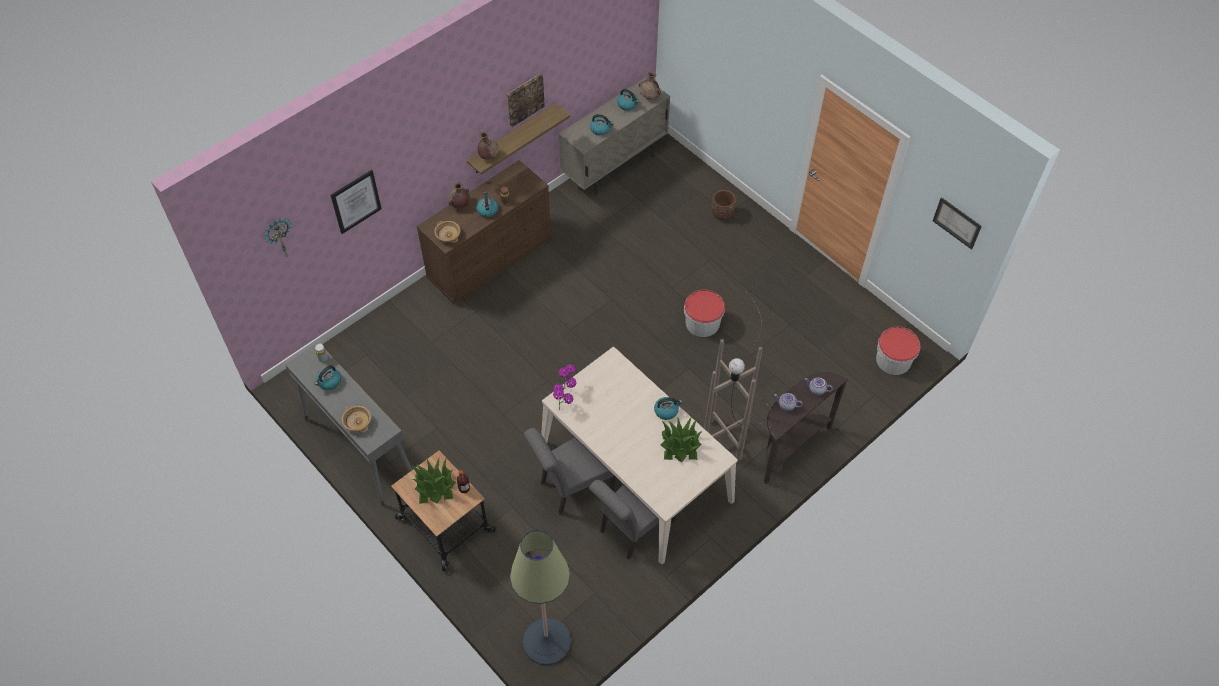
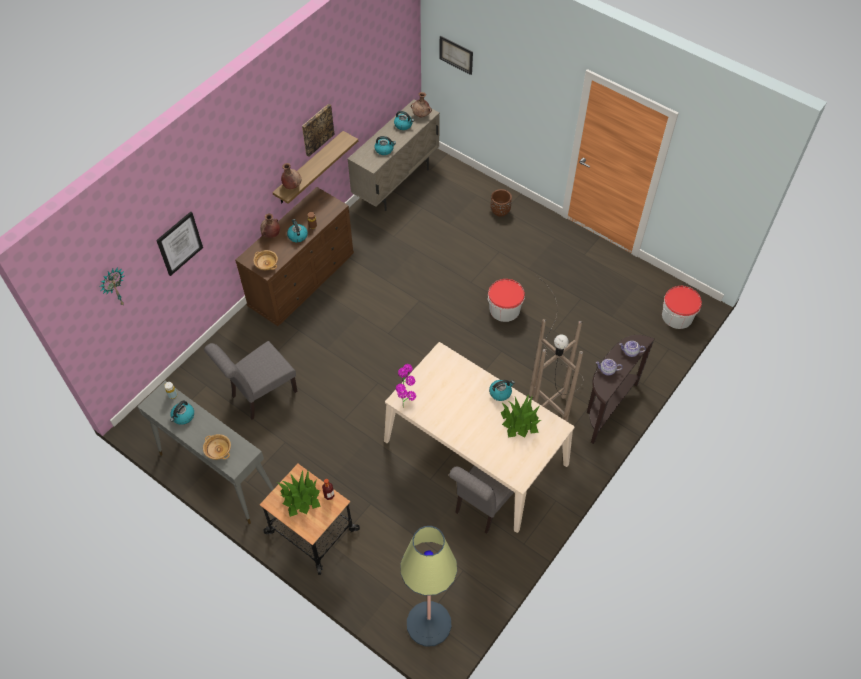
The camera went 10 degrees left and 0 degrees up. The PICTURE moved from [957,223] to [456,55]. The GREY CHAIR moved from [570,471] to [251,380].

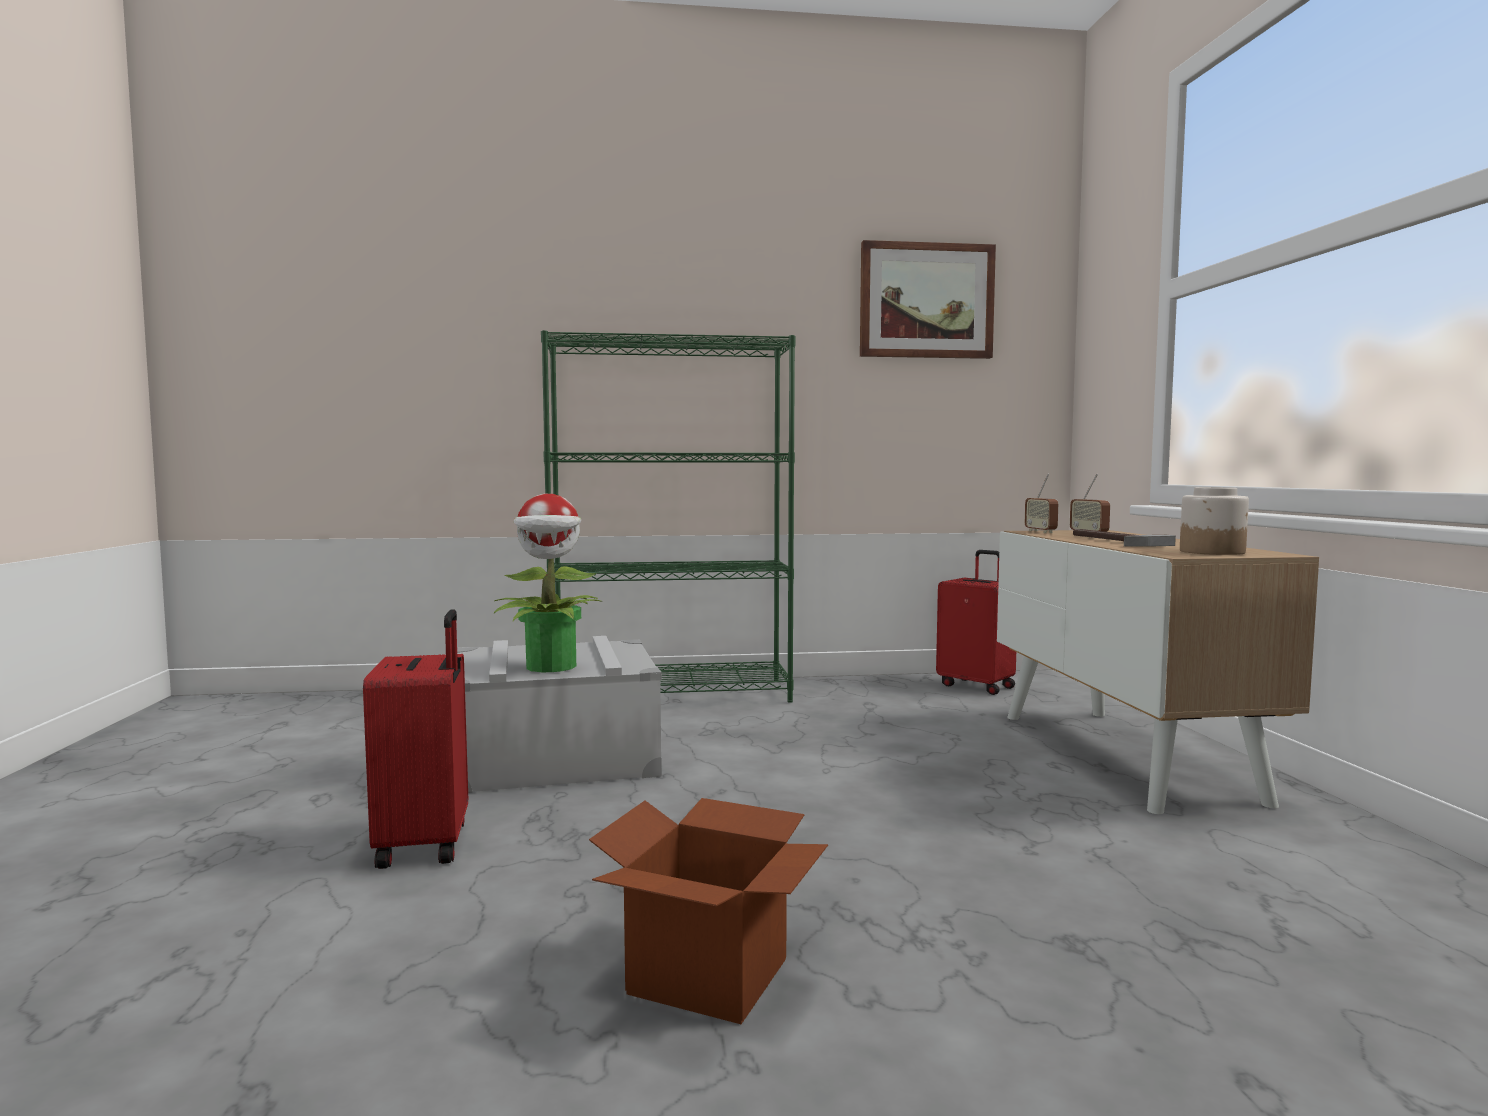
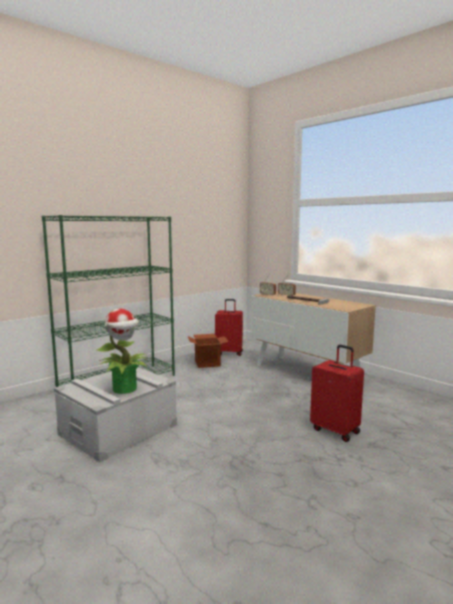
The camera went 35 degrees left and 5 degrees up. The PICTURE at [928,299] disappeared. The JAR at [1214,521] disappeared. The RED SUITCASE moved from [415,739] to [337,393]. The CARDBOARD BOX moved from [708,911] to [208,351].

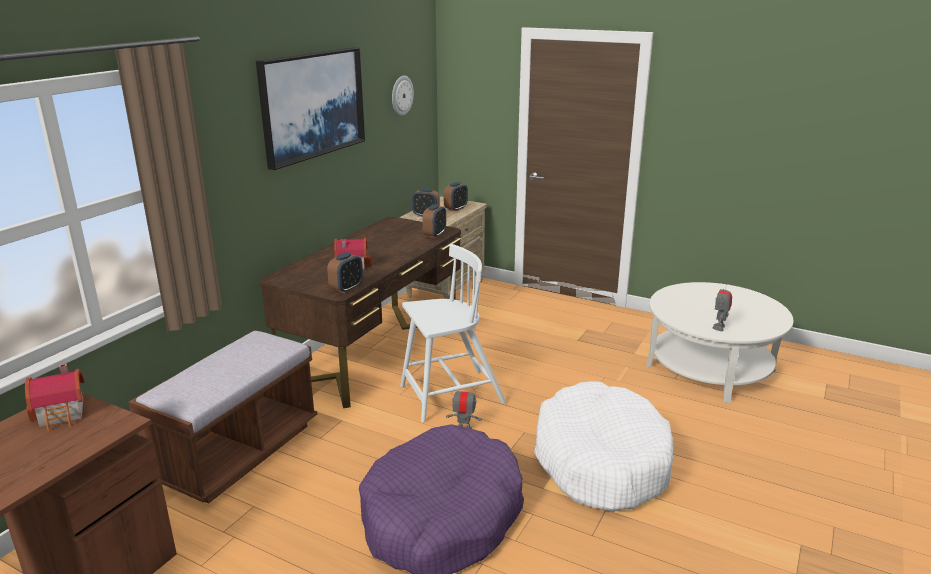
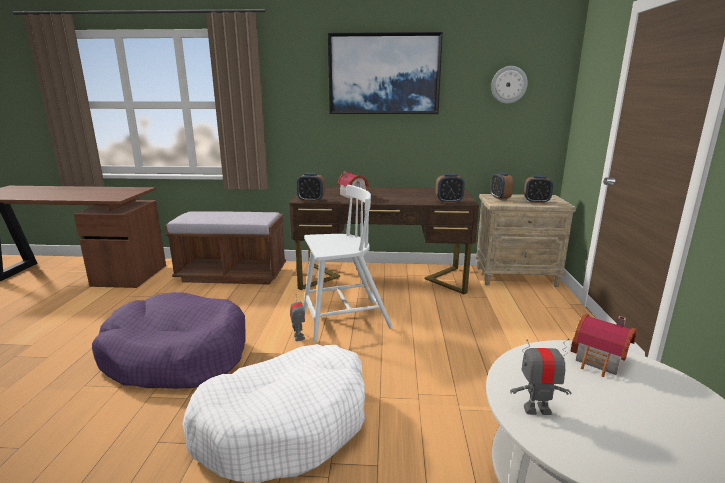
The camera went 65 degrees right and 5 degrees down. The WHITE CHAIR at [453,333] turned 60 degrees counterclockwise. The TOY HOUSE moved from [54,397] to [604,345].

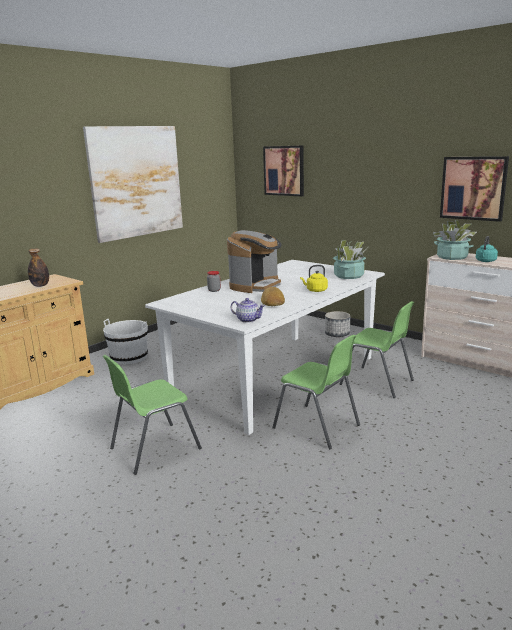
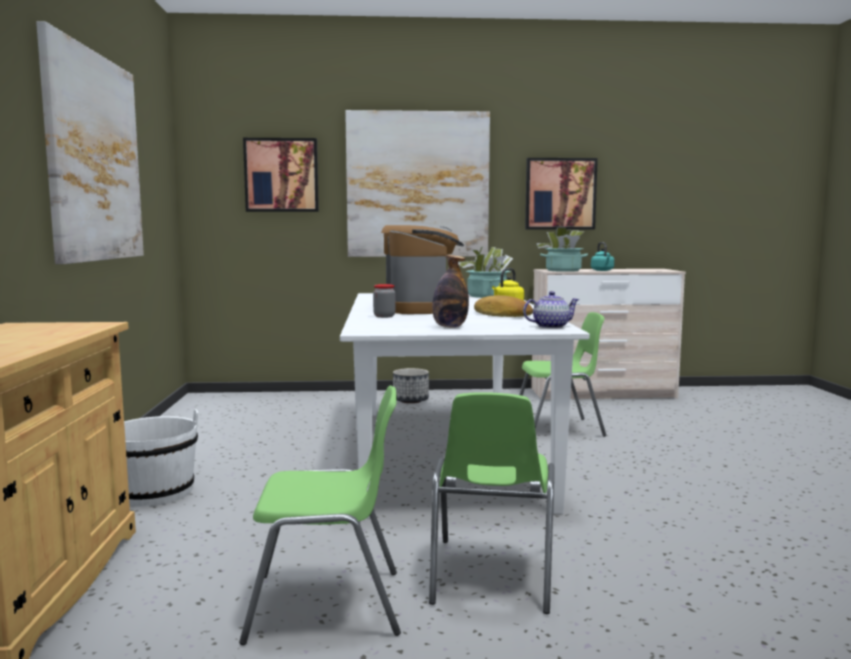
The camera went 45 degrees left and 10 degrees down. The BOTTLE moved from [38,268] to [450,291]. The GREEN CHAIR moved from [316,392] to [320,515]. The PICTURE at [417,183] appeared.

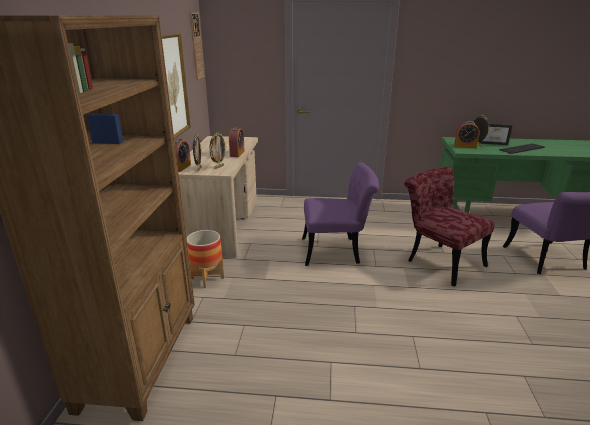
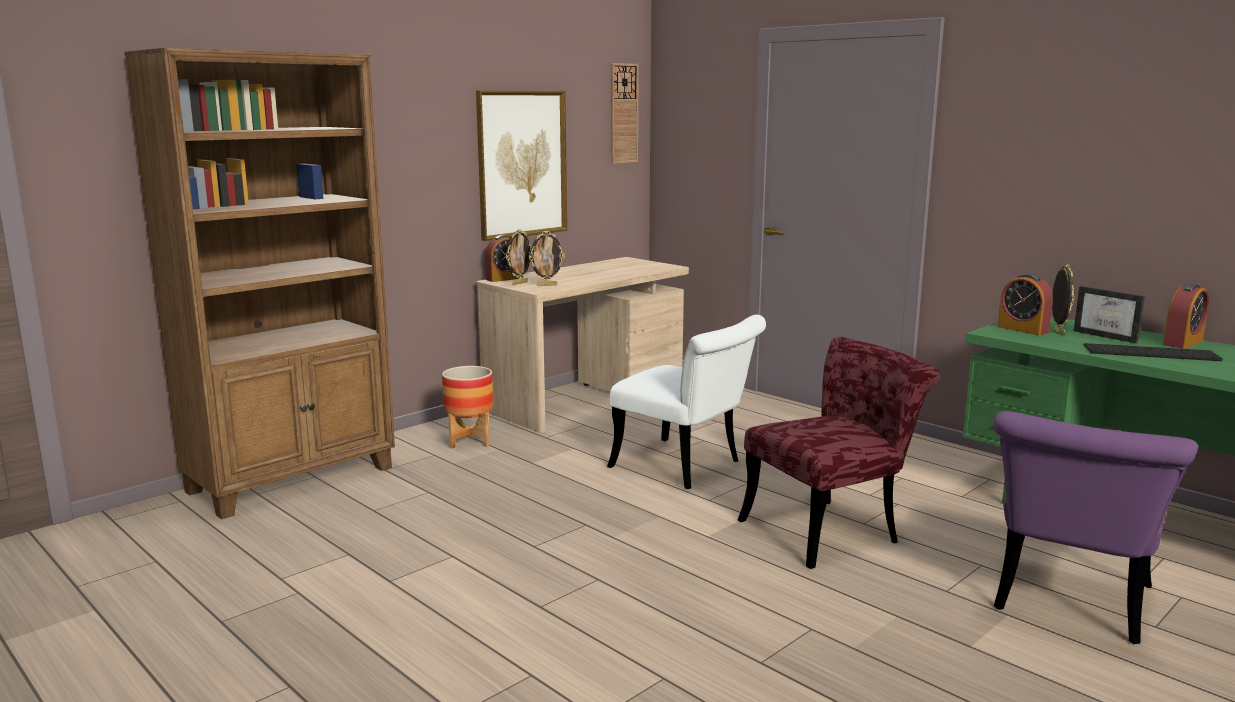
The camera went 40 degrees right and 10 degrees down. The ALARM CLOCK moved from [237,142] to [1186,316]. The PURPLE CHAIR at [340,214] became the WHITE CHAIR at [686,402]. The RED CHAIR at [449,226] turned 60 degrees clockwise.

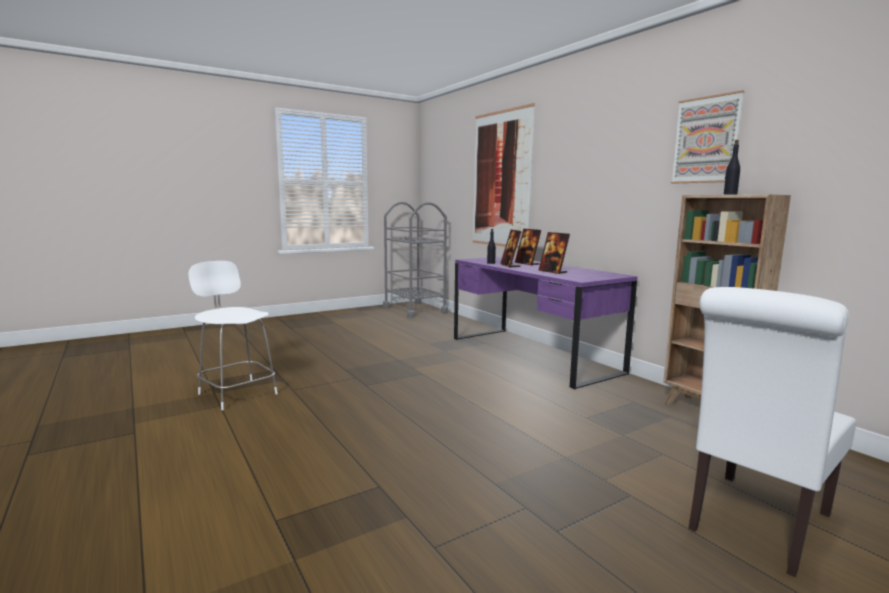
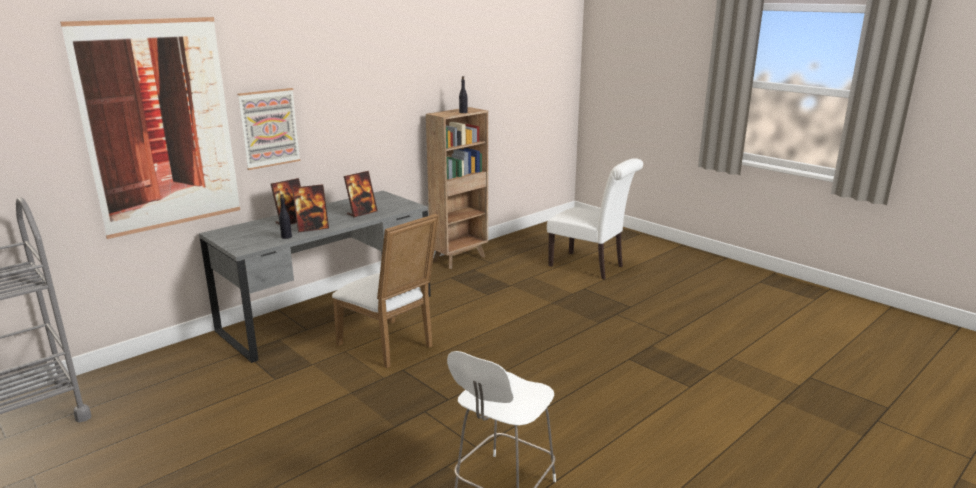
The camera went 100 degrees left and 10 degrees up. The PICTURE moved from [707,137] to [269,129]. The PURPLE DESK at [546,323] became the GREY DESK at [315,277]. The WHITE CHAIR at [385,291] appeared.

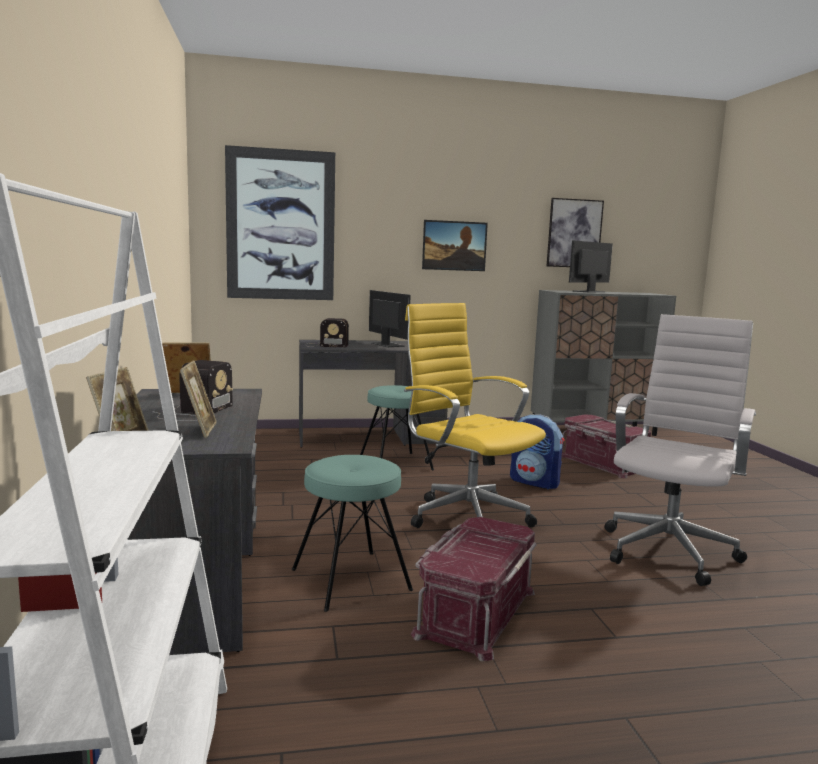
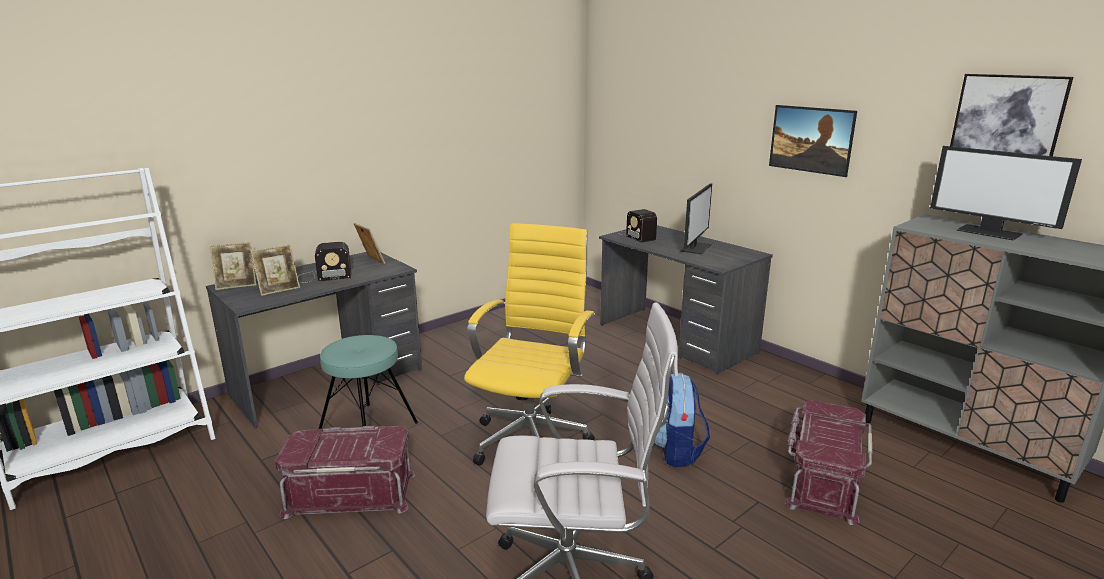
The camera went 60 degrees right and 10 degrees up. The PICTURE at [280,222] disappeared. The MONITOR at [591,266] turned 150 degrees counterclockwise. The TURQUOISE STOOL at [397,427] disappeared.

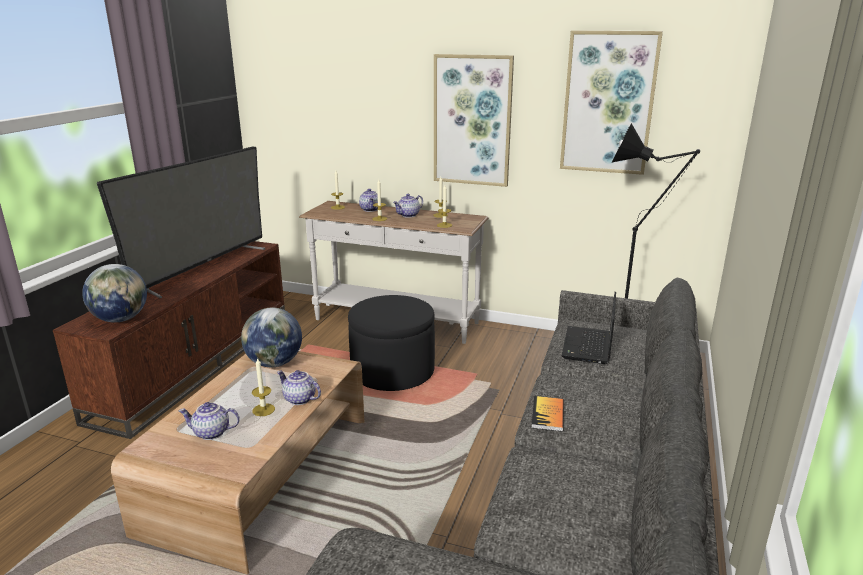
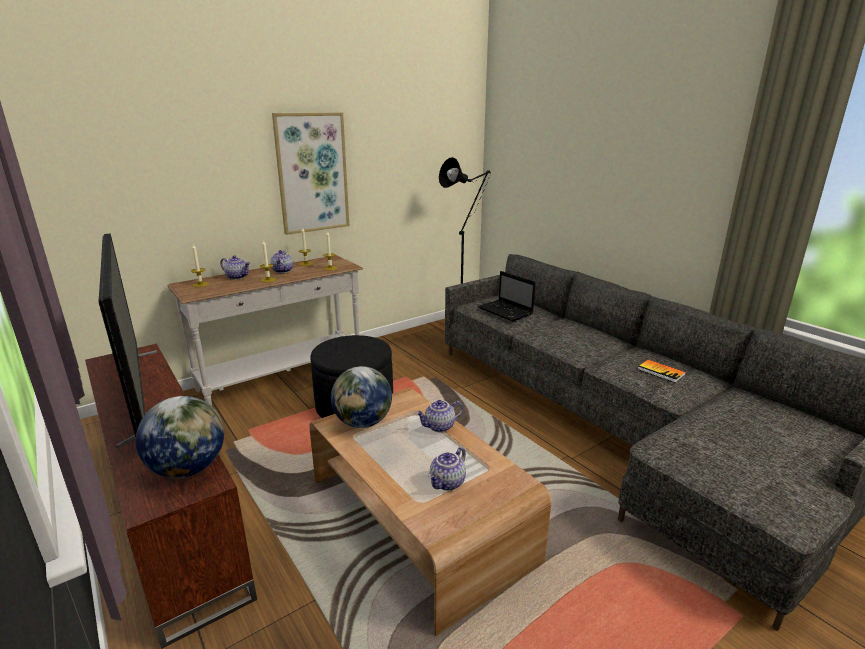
The camera went 55 degrees left and 0 degrees up. The PICTURE at [611,103] disappeared. The CANDLE at [263,386] disappeared. The BOOK moved from [547,414] to [662,371].

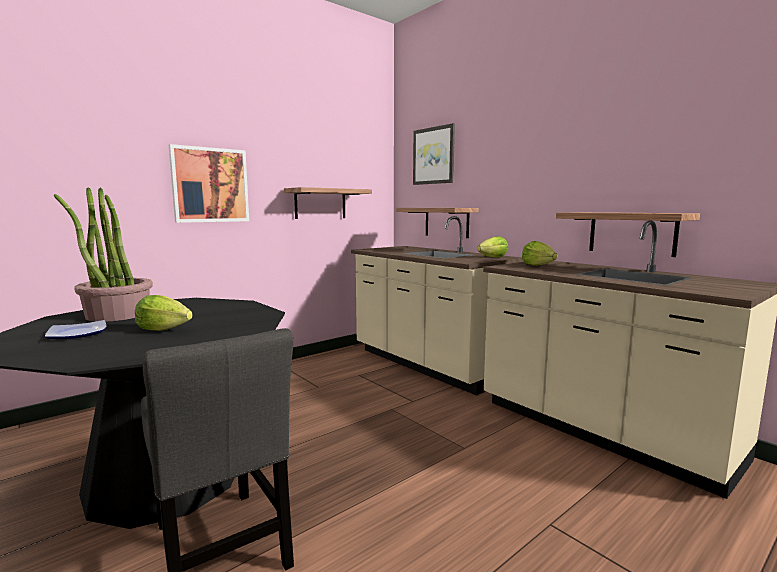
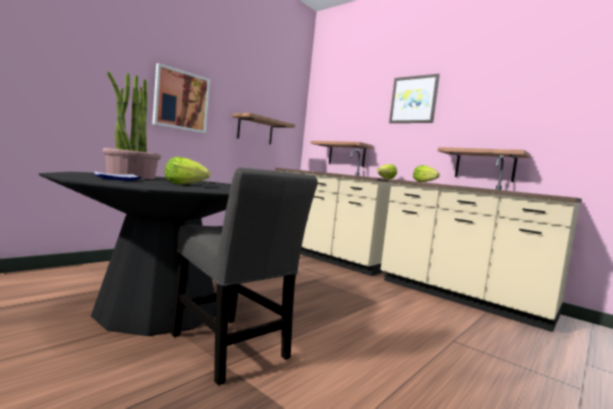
The camera went 10 degrees left and 5 degrees down. The PICTURE moved from [434,154] to [414,98].

